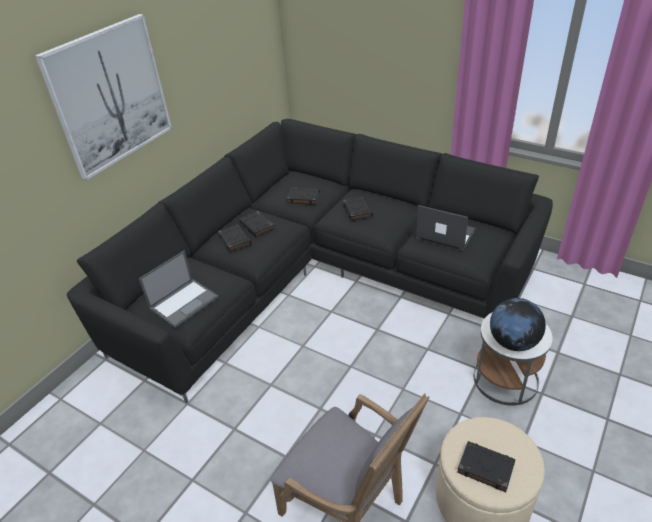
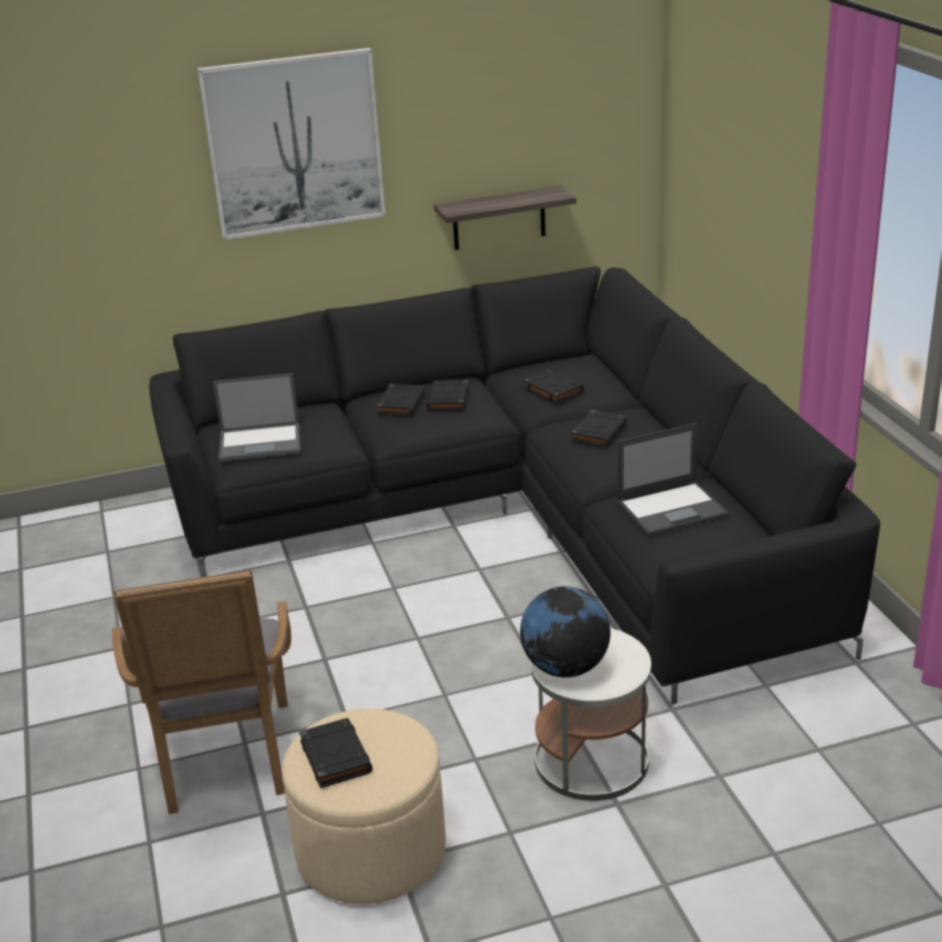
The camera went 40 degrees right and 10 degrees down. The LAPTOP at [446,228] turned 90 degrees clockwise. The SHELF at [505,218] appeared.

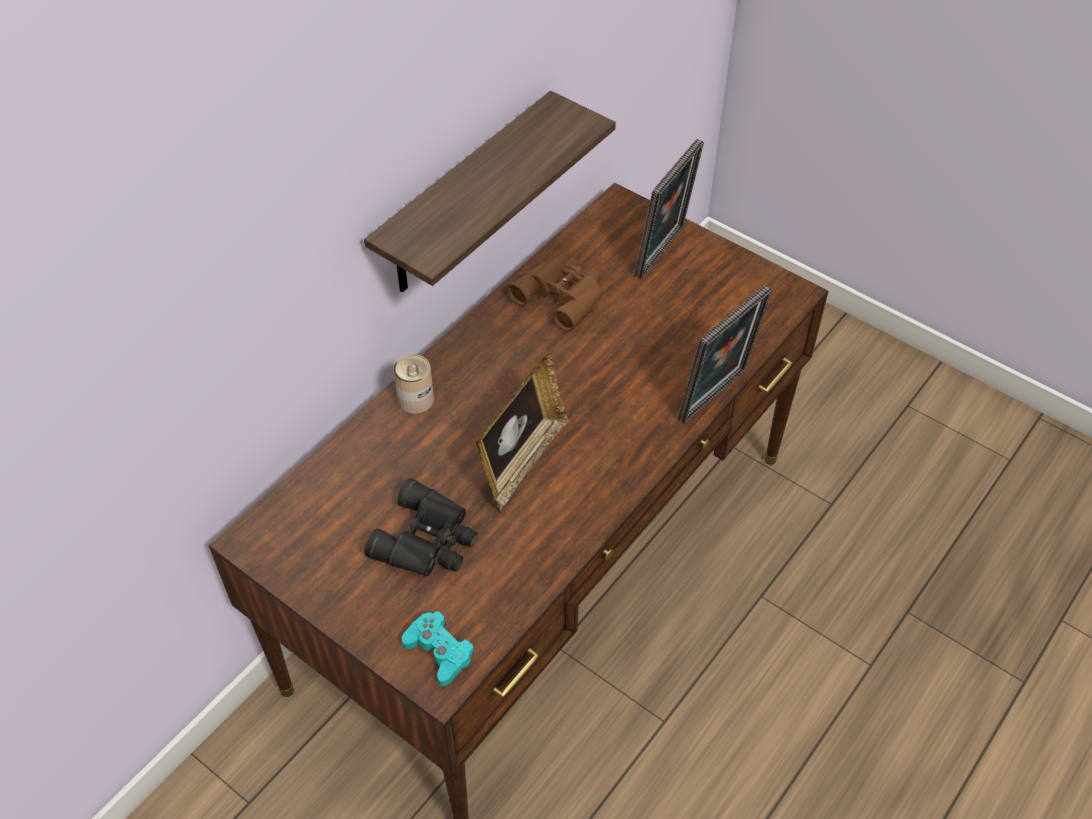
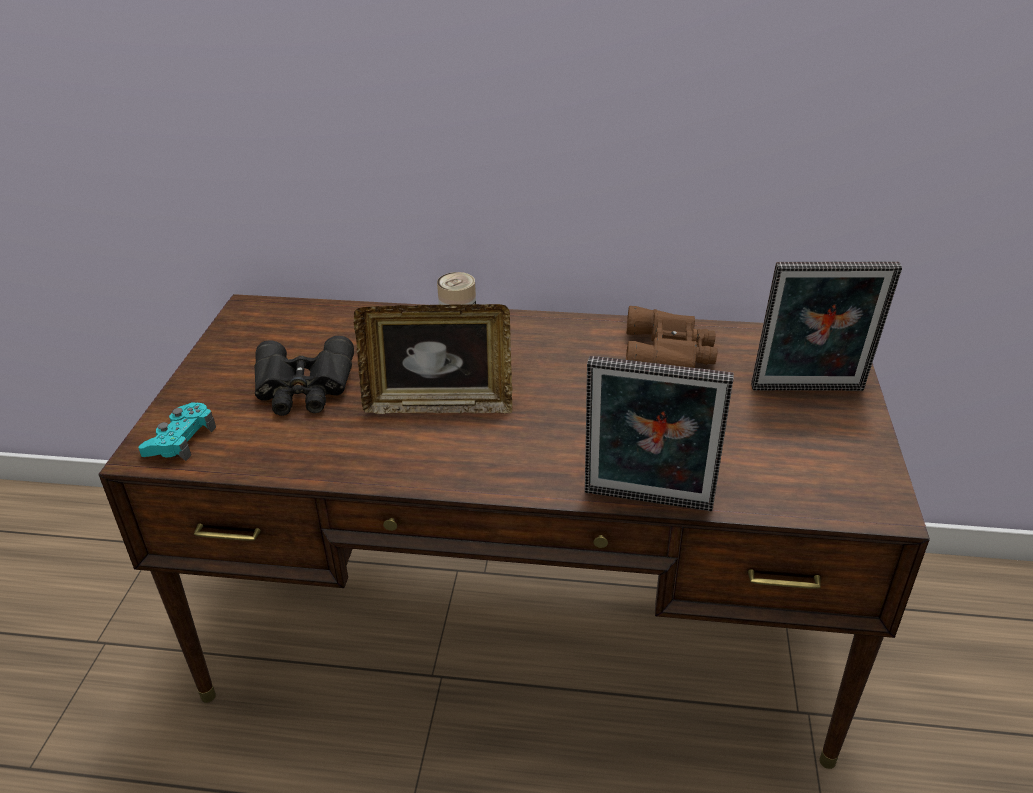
The camera went 60 degrees right and 15 degrees down. The SHELF at [490,191] disappeared.

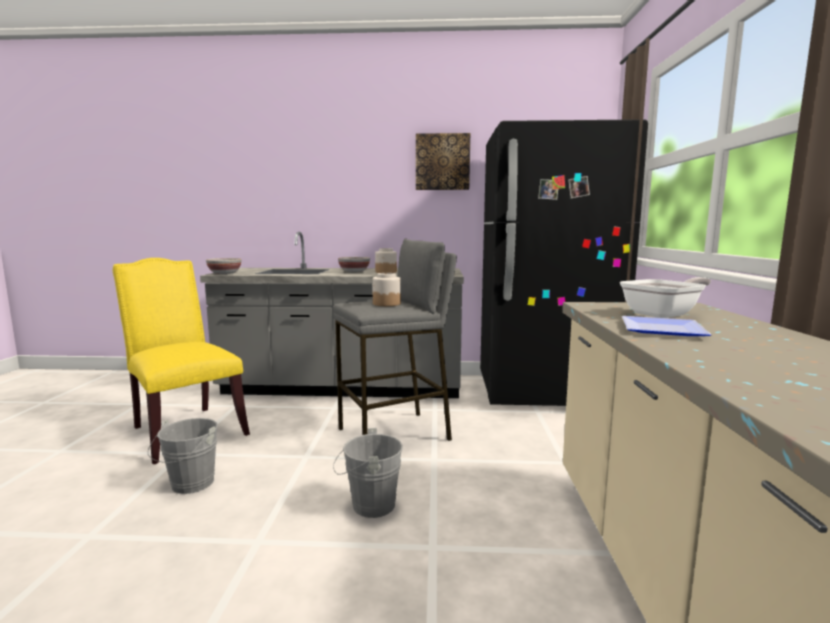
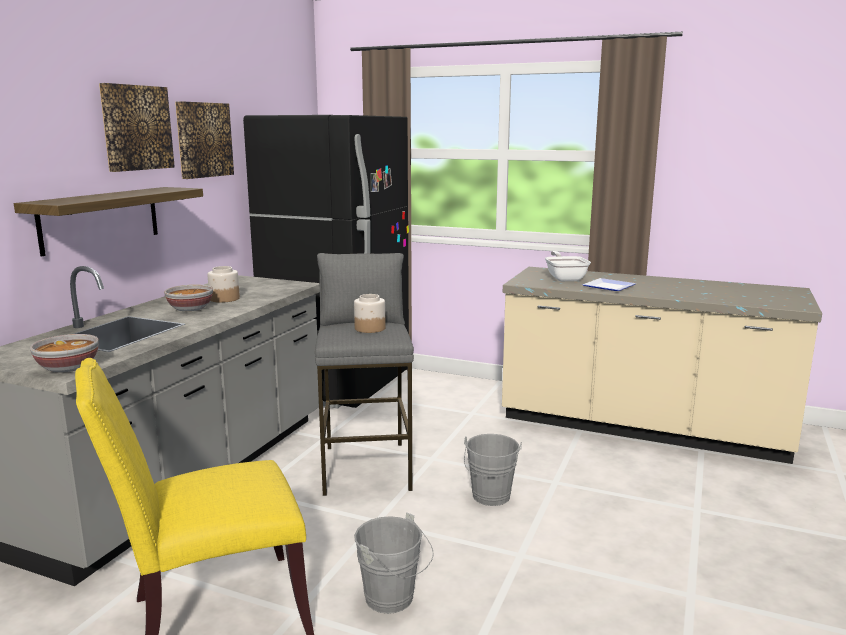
The camera went 70 degrees left and 5 degrees up. The PICTURE at [137,127] appeared. The SHELF at [108,221] appeared.

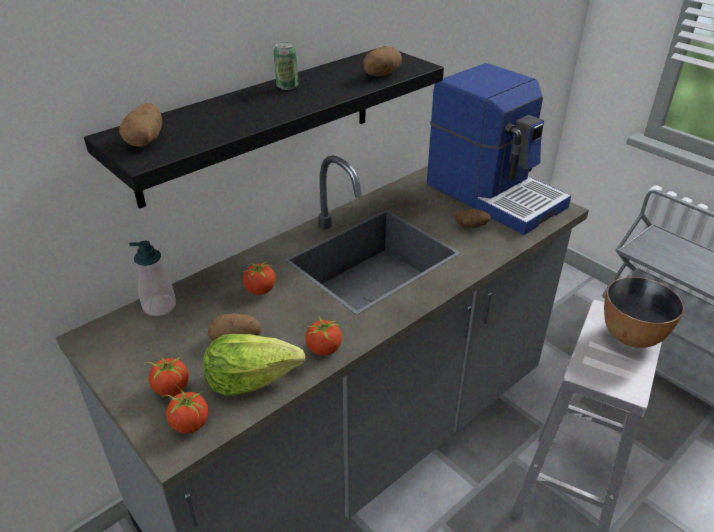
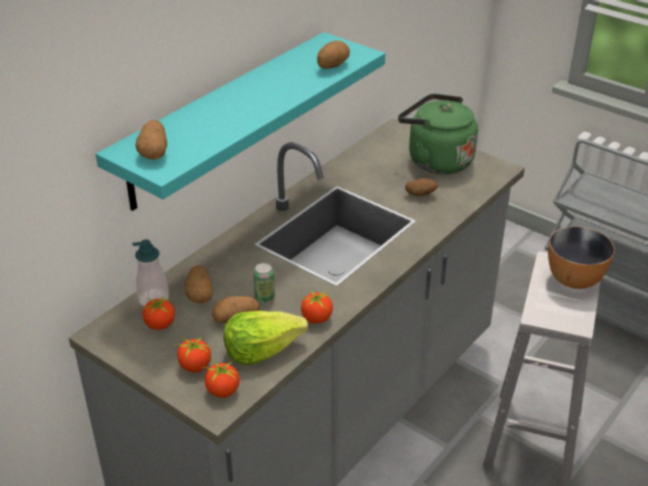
The camera went 10 degrees left and 0 degrees up. The CAN moved from [286,66] to [264,283]. The BLACK SHELF at [264,127] became the TURQUOISE SHELF at [240,121]. The COFFEE MACHINE at [499,149] was replaced by the GREEN KETTLE at [438,134]. The TOMATO moved from [257,278] to [159,312]. The POTATO at [199,285] appeared.

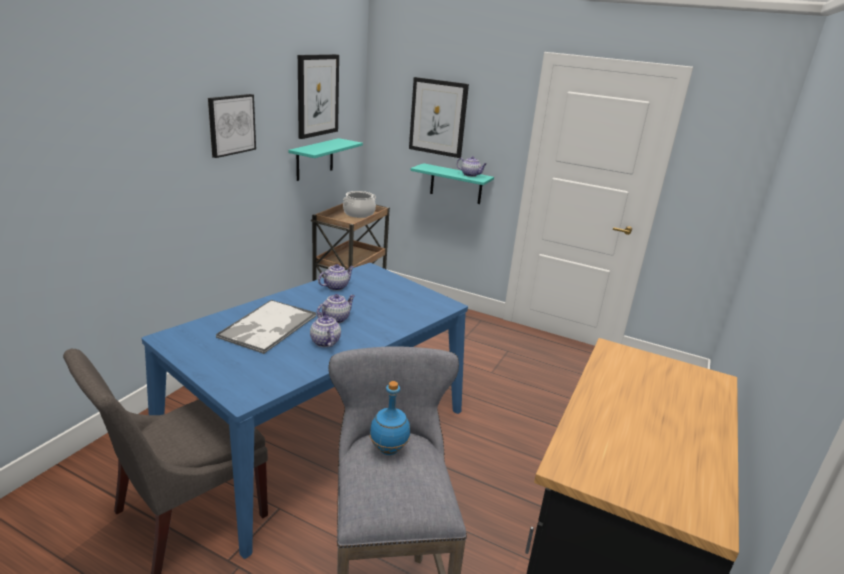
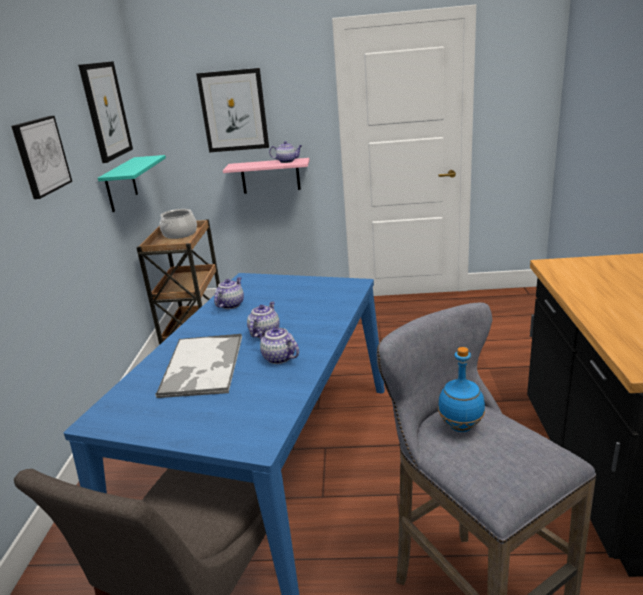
The camera went 20 degrees left and 0 degrees up. The TURQUOISE SHELF at [452,183] became the PINK SHELF at [266,176].

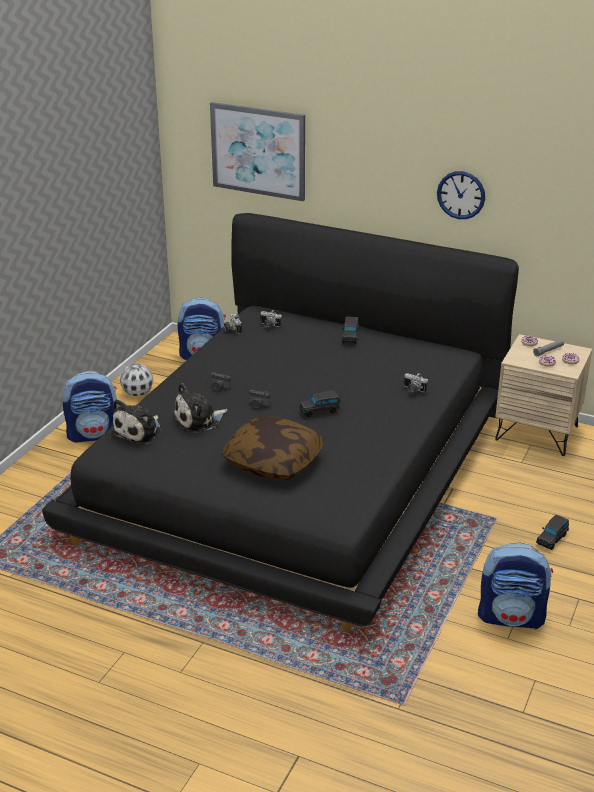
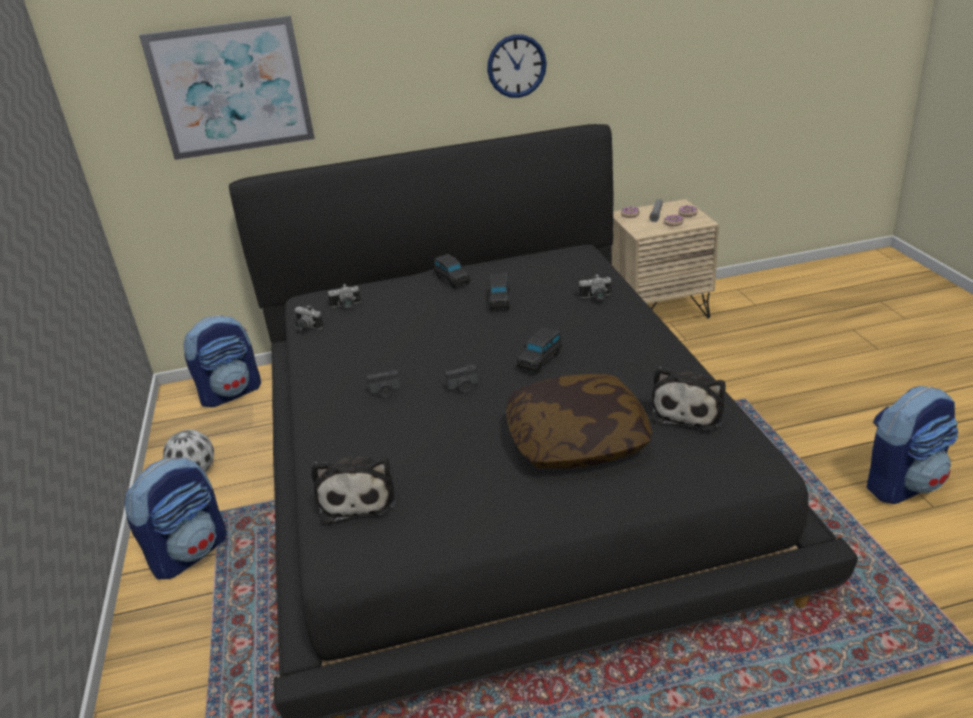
The camera went 35 degrees left and 0 degrees up. The PLUSH TOY moved from [200,408] to [688,398]. The BLACK TOY CAR moved from [552,532] to [499,291].

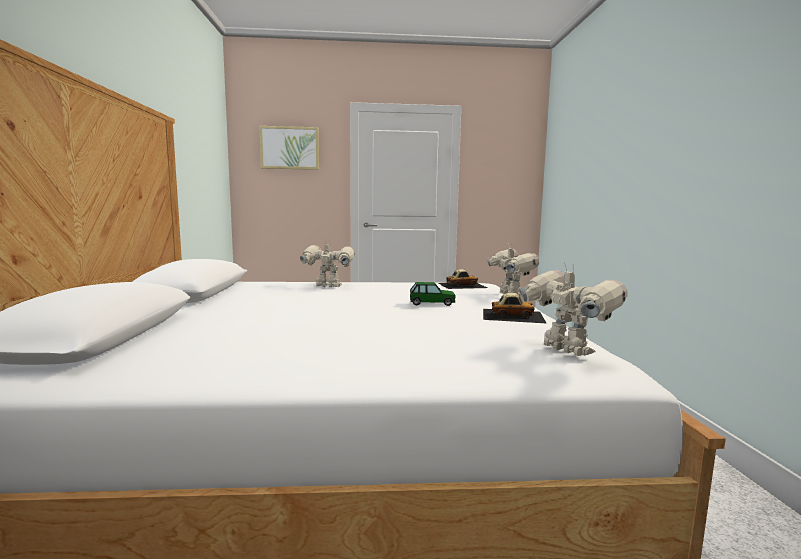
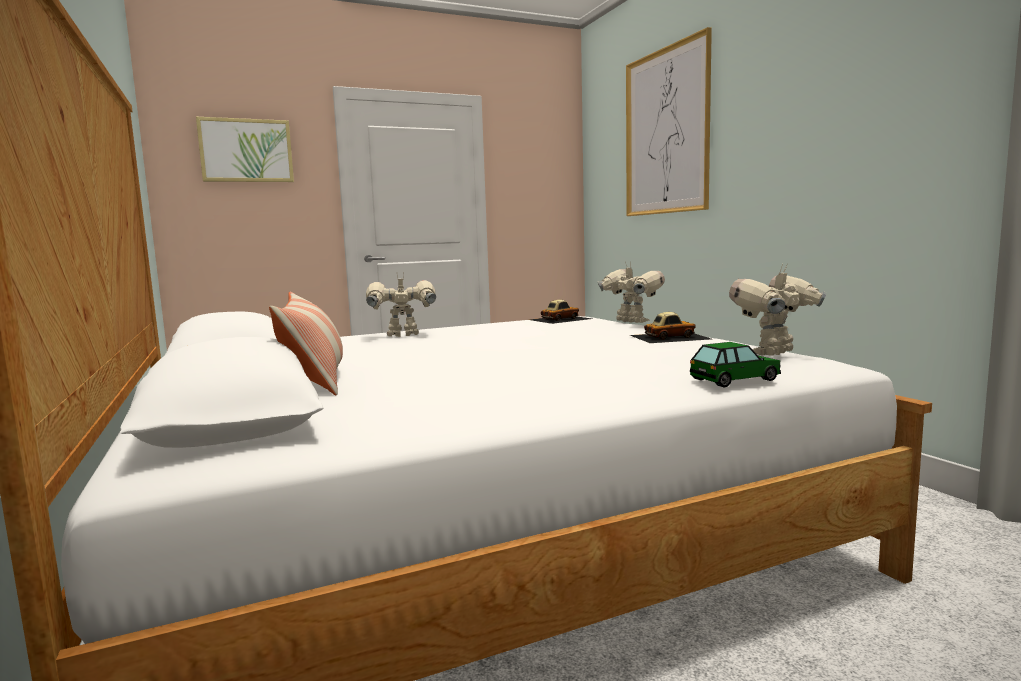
The camera went 20 degrees left and 0 degrees up. The TOY ROBOT at [573,309] turned 75 degrees counterclockwise. The TOY CAR moved from [433,294] to [735,364]. The PICTURE at [669,121] appeared. The PILLOW at [306,344] appeared.

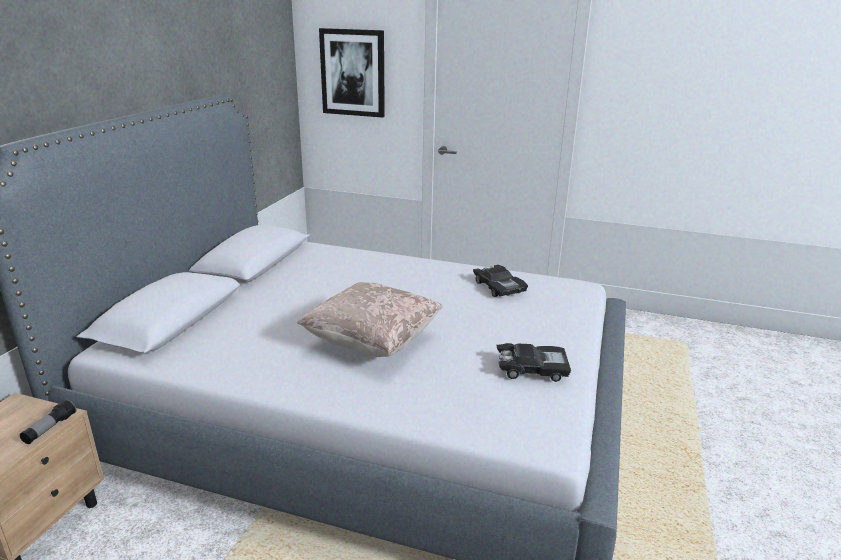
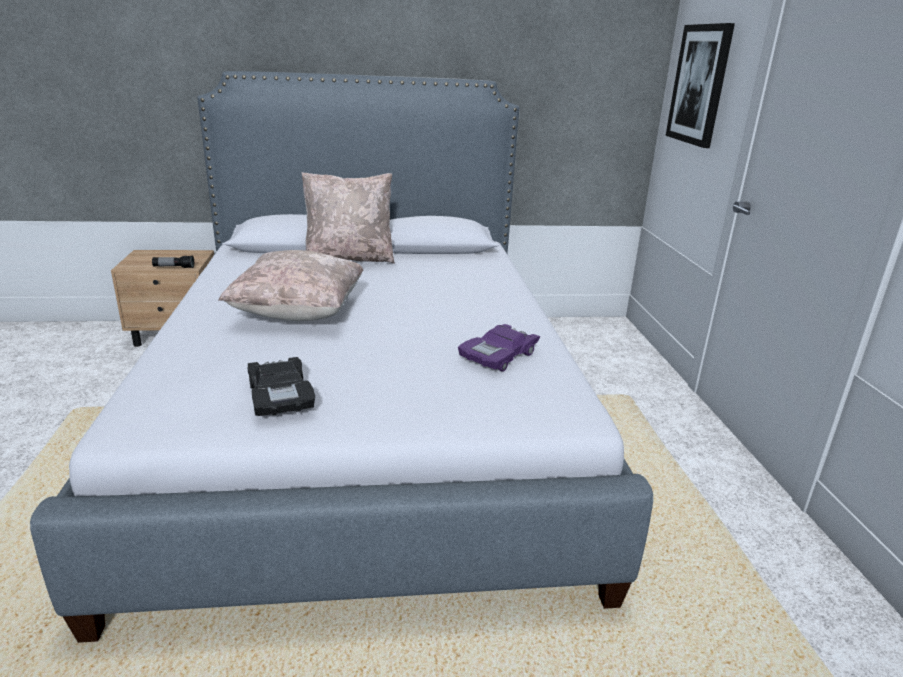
The camera went 65 degrees right and 0 degrees up. The BLACK TOY CAR at [500,281] became the PURPLE TOY CAR at [499,348]. The BEIGE PILLOW at [348,218] appeared.

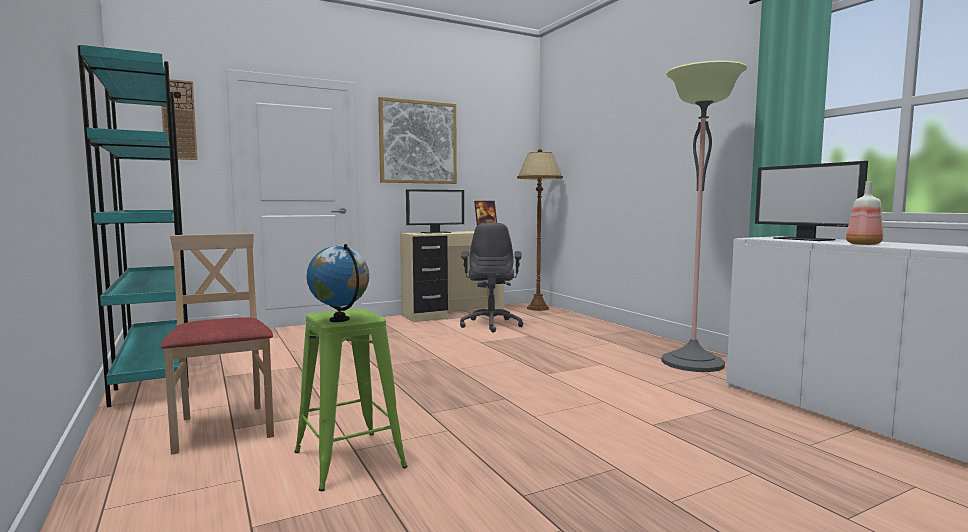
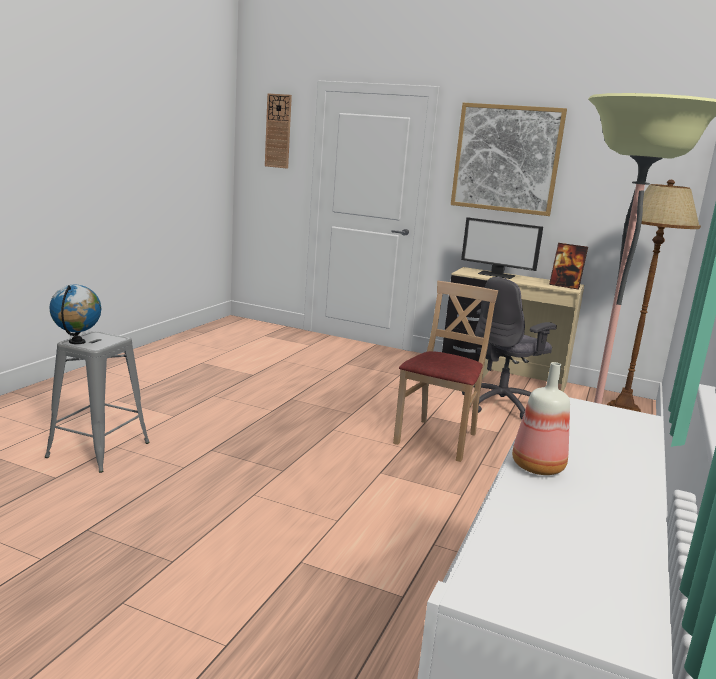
The camera went 50 degrees right and 10 degrees up. The TURQUOISE BOOKCASE at [133,226] disappeared. The MONITOR at [811,201] disappeared. The BEIGE CHAIR moved from [217,344] to [445,371]. The GREEN STOOL at [351,399] became the GREY STOOL at [97,402].

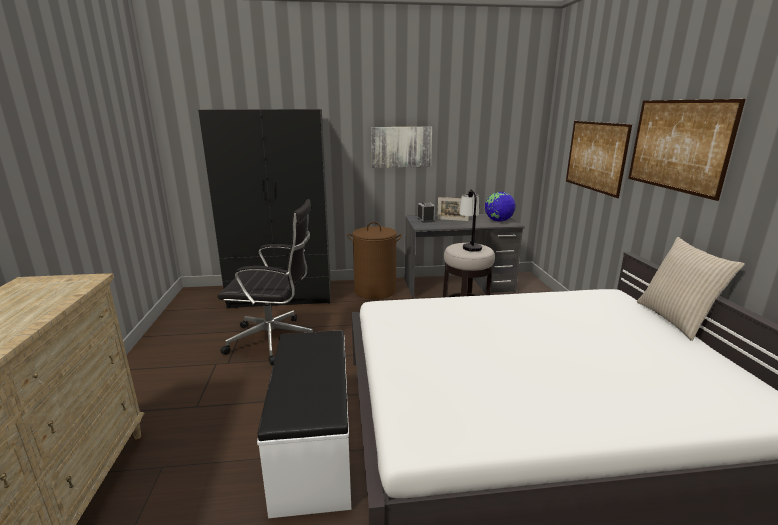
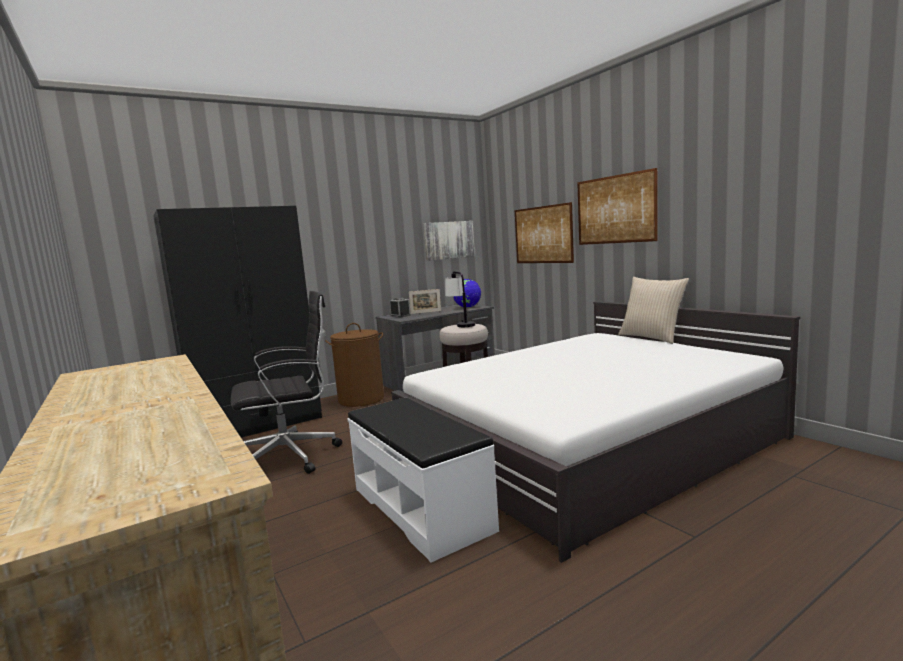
The camera went 25 degrees left and 10 degrees down. The PICTURE moved from [401,147] to [449,241].

